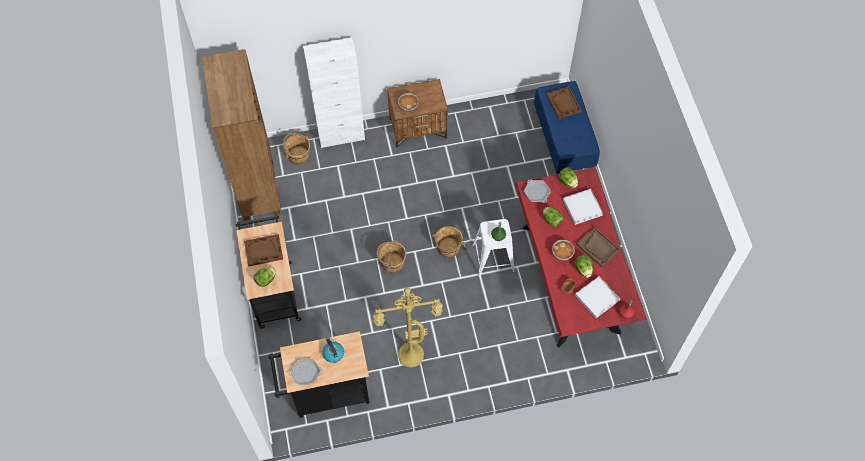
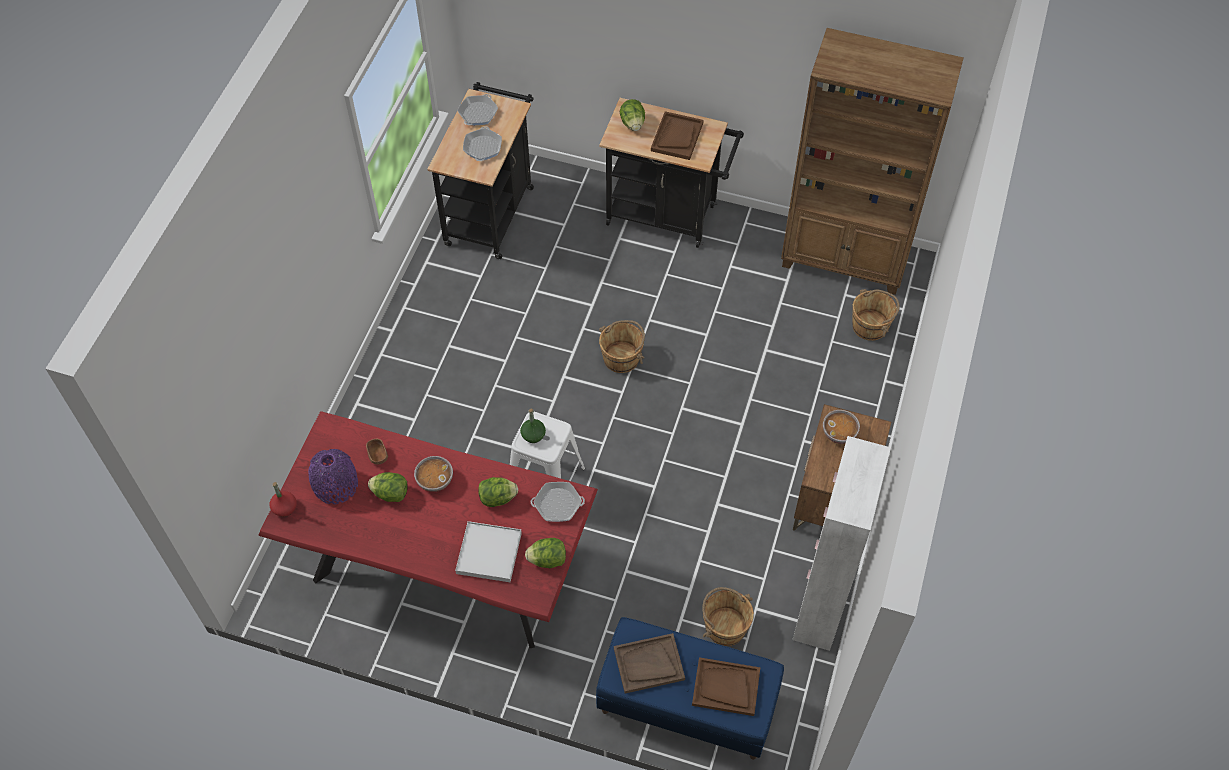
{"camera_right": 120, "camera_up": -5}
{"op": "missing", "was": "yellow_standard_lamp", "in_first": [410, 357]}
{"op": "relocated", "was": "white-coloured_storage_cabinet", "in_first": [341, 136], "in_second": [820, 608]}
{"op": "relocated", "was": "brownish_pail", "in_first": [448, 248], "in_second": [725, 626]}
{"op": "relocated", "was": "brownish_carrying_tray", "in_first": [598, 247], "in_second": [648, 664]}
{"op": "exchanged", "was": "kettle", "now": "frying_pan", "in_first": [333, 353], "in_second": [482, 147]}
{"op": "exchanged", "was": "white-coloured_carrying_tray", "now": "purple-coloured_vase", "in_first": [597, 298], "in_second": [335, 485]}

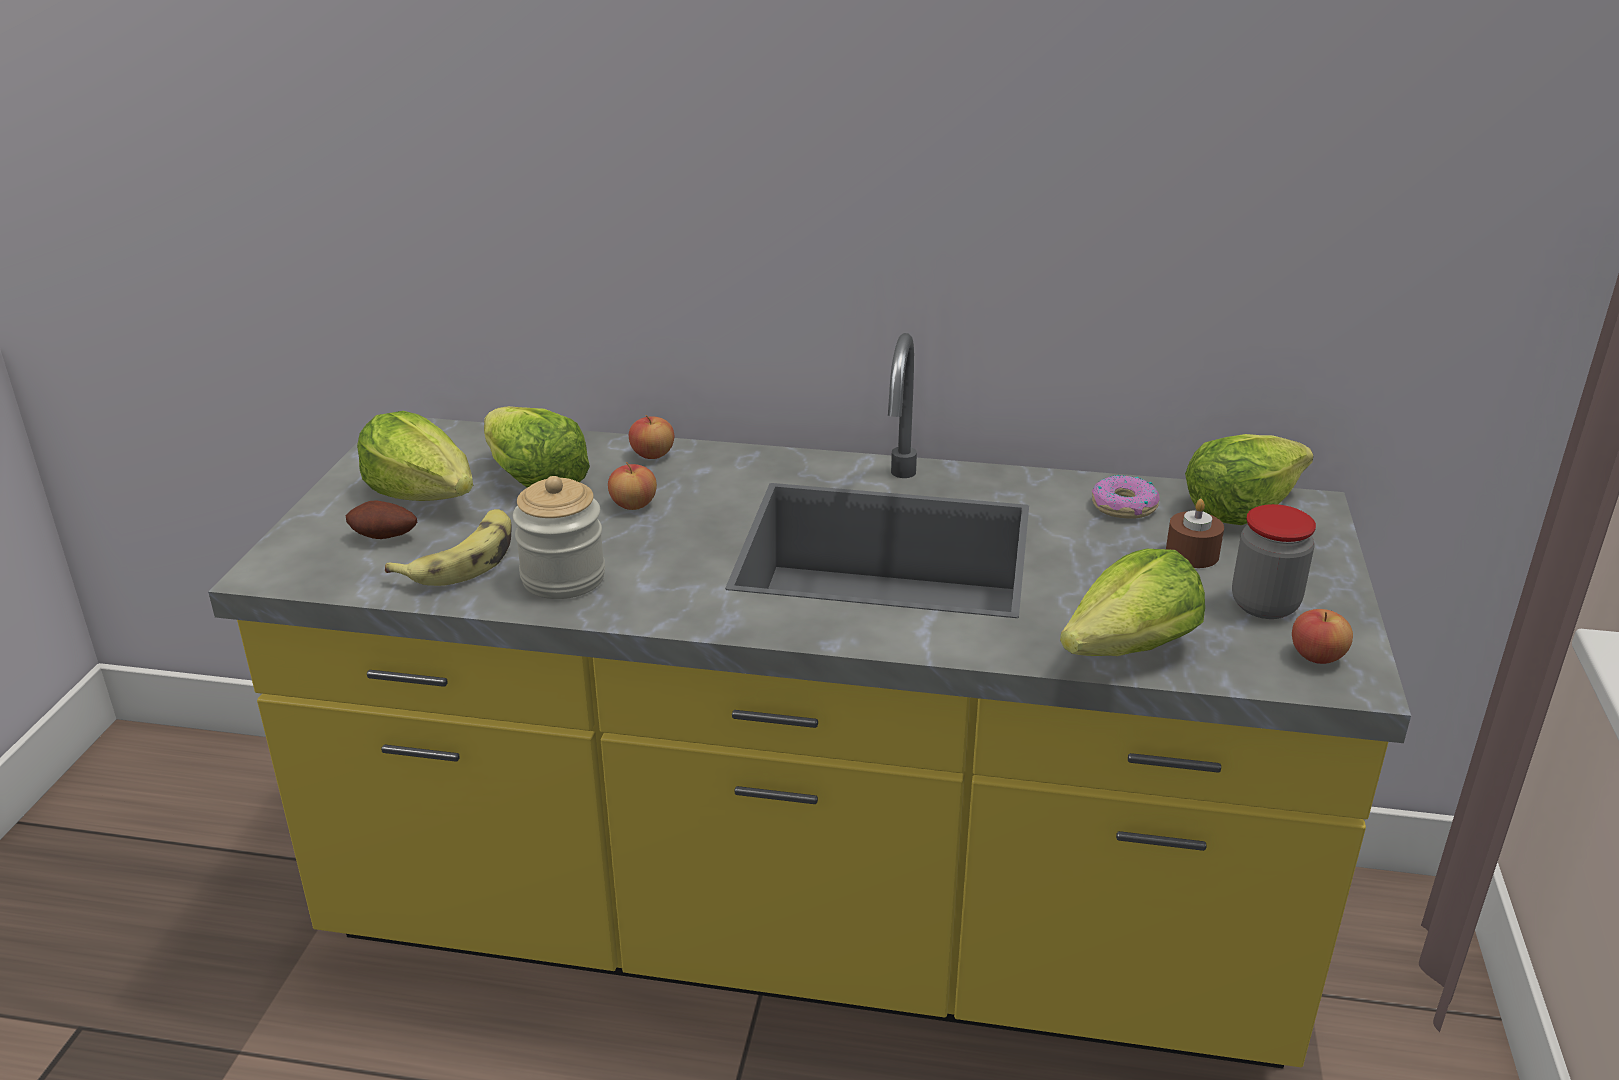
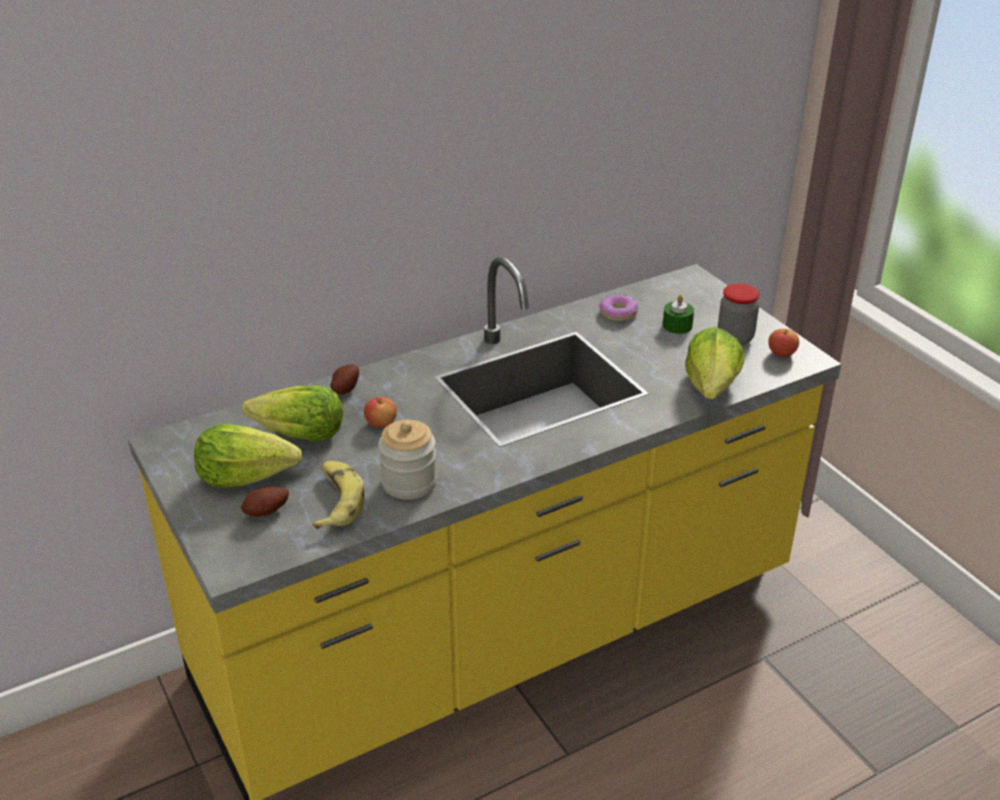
{"camera_right": -40, "camera_up": 5}
{"op": "missing", "was": "lettuce", "in_first": [1240, 507]}
{"op": "exchanged", "was": "whole_apple", "now": "spud", "in_first": [652, 454], "in_second": [344, 389]}
{"op": "colour", "was": "brownish_wax_light", "now": "green-coloured_wax_light", "in_first": [1192, 554], "in_second": [677, 325]}

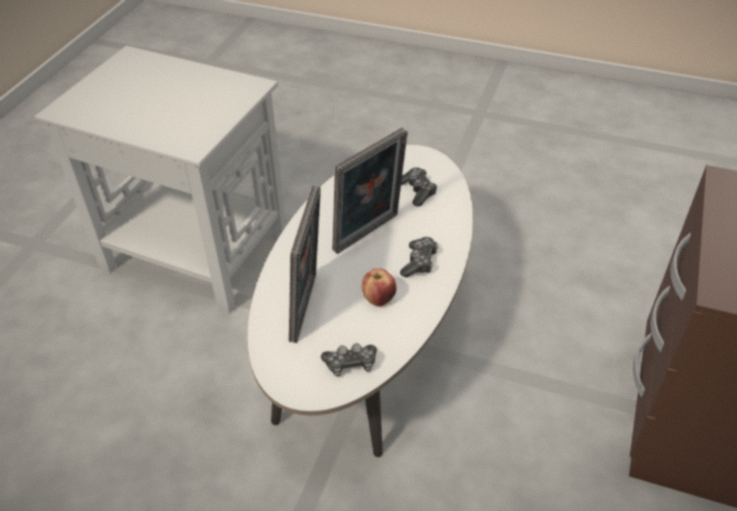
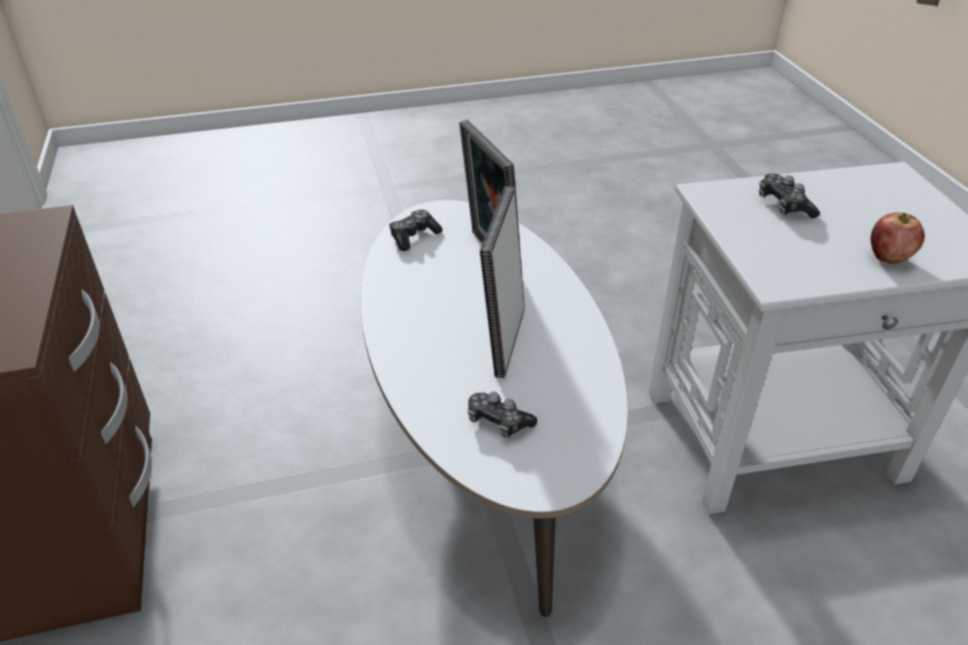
{"camera_right": 145, "camera_up": -5}
{"op": "relocated", "was": "whole_apple", "in_first": [379, 299], "in_second": [888, 258]}
{"op": "relocated", "was": "gamepad", "in_first": [419, 262], "in_second": [784, 205]}

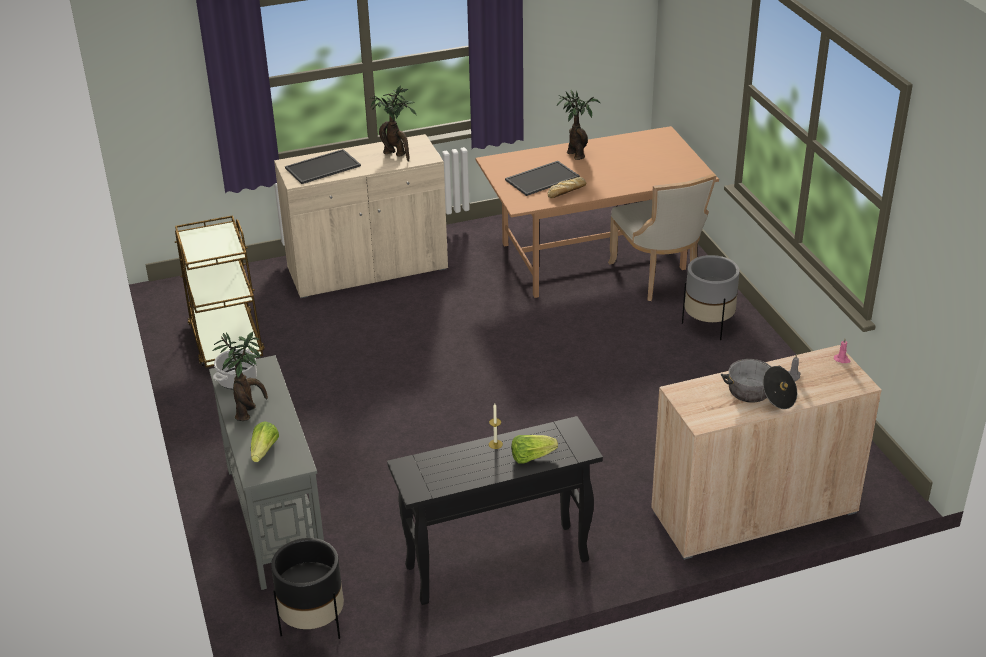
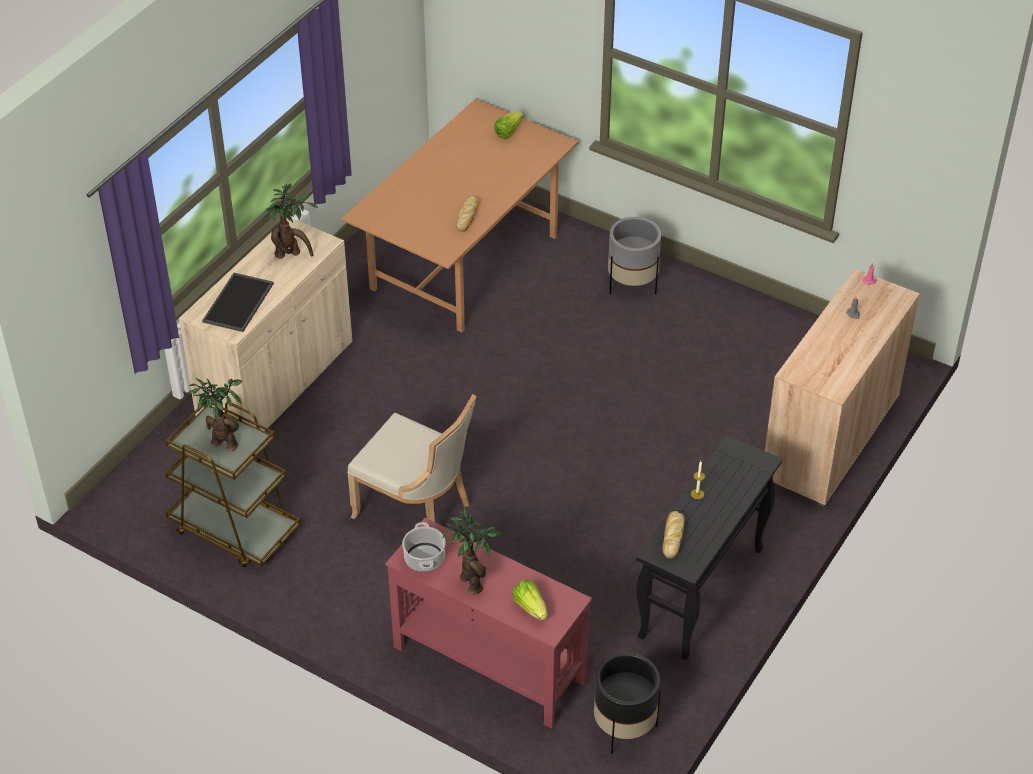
{"camera_right": -40, "camera_up": 10}
{"op": "missing", "was": "carrying_tray", "in_first": [542, 178]}
{"op": "missing", "was": "saucepot", "in_first": [759, 394]}
{"op": "appeared", "now": "bread", "in_second": [673, 536]}
{"op": "relocated", "was": "lettuce", "in_first": [531, 457], "in_second": [508, 132]}
{"op": "relocated", "was": "houseplant", "in_first": [575, 154], "in_second": [222, 442]}
{"op": "relocated", "was": "beige_plain_chair", "in_first": [658, 277], "in_second": [417, 509]}
{"op": "colour", "was": "greyish_narrow_table", "now": "red-coloured_narrow_table", "in_first": [276, 517], "in_second": [488, 663]}

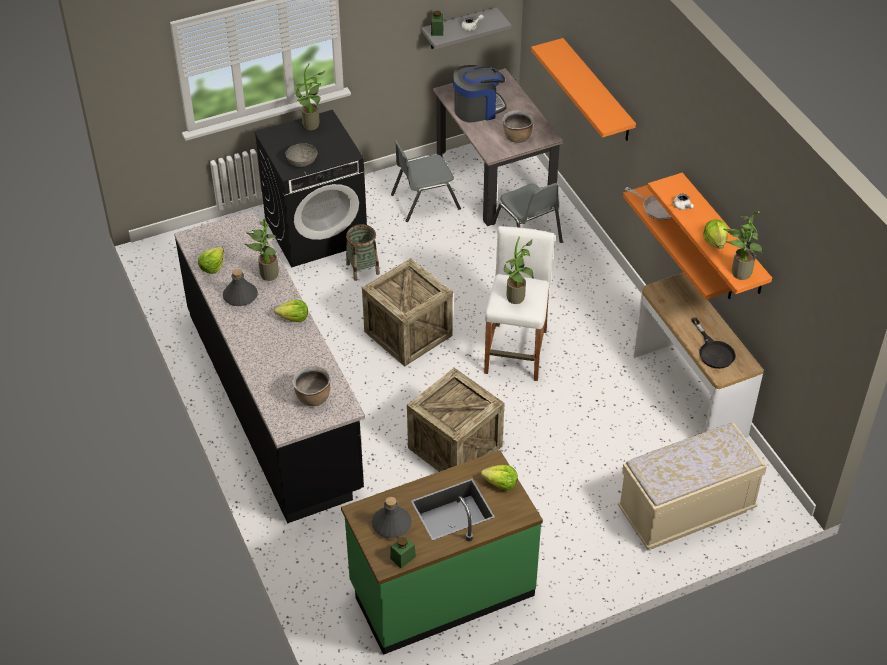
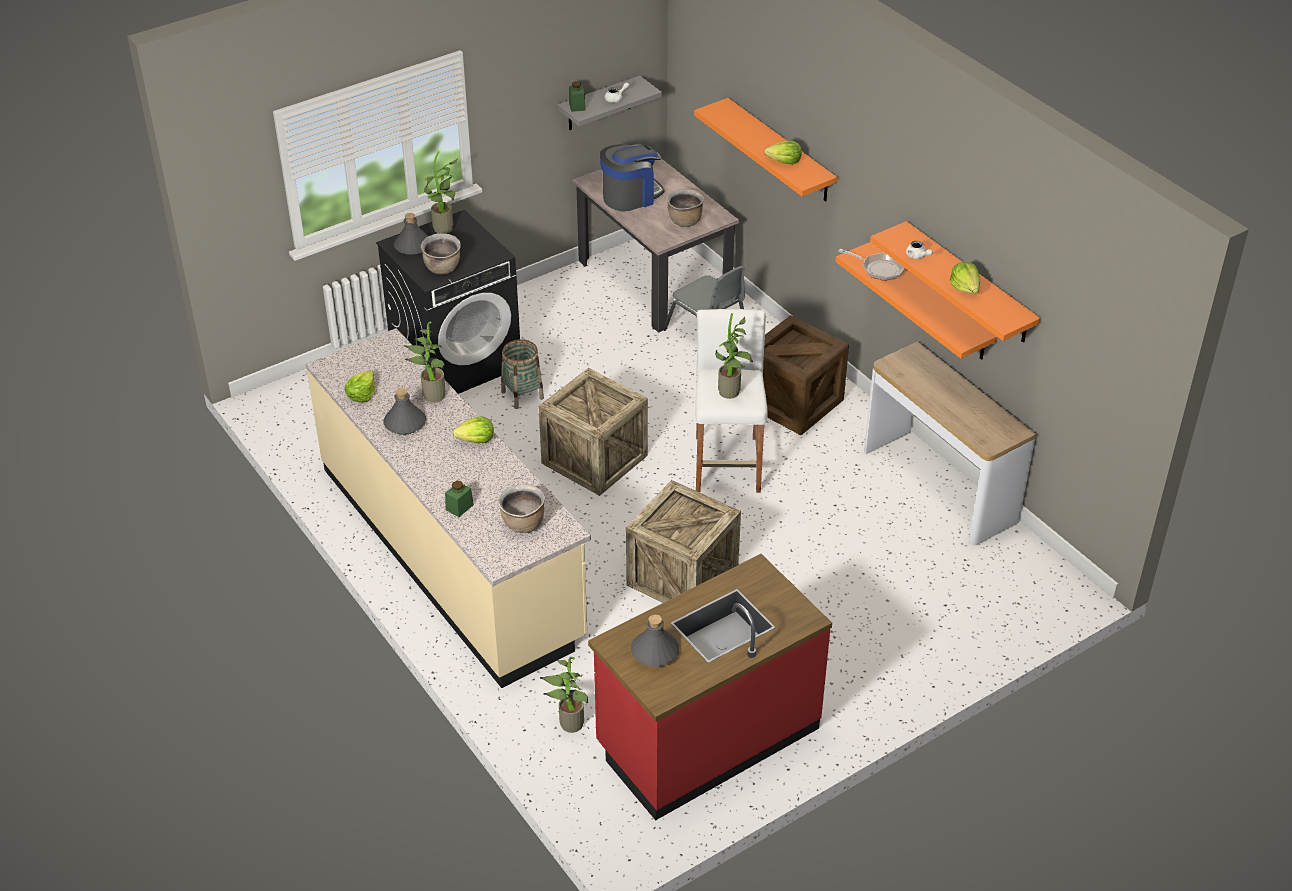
{"camera_right": -10, "camera_up": -5}
{"op": "missing", "was": "greyish_plain_chair", "in_first": [424, 201]}
{"op": "missing", "was": "beige_bench", "in_first": [686, 511]}
{"op": "missing", "was": "black-coloured_frying_pan", "in_first": [713, 351]}
{"op": "appeared", "now": "greyish_drink_bottle", "in_second": [413, 246]}
{"op": "appeared", "now": "crate", "in_second": [793, 402]}
{"op": "relocated", "was": "green-coloured_preserve_jar", "in_first": [403, 557], "in_second": [459, 507]}
{"op": "relocated", "was": "lettuce", "in_first": [500, 484], "in_second": [784, 161]}
{"op": "relocated", "was": "houseplant", "in_first": [738, 273], "in_second": [568, 724]}
{"op": "exchanged", "was": "greyish_bowl", "now": "brownish_saucepot", "in_first": [302, 161], "in_second": [443, 268]}
{"op": "colour", "was": "black-coloured_kitchen_counter", "now": "beige_kitchen_counter", "in_first": [274, 400], "in_second": [451, 552]}
{"op": "colour", "was": "green-coloured_kitchen_counter", "now": "red-coloured_kitchen_counter", "in_first": [441, 590], "in_second": [707, 737]}

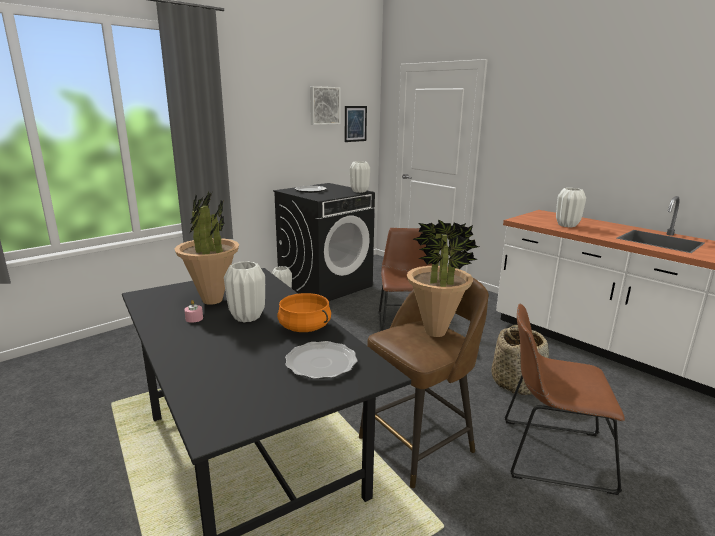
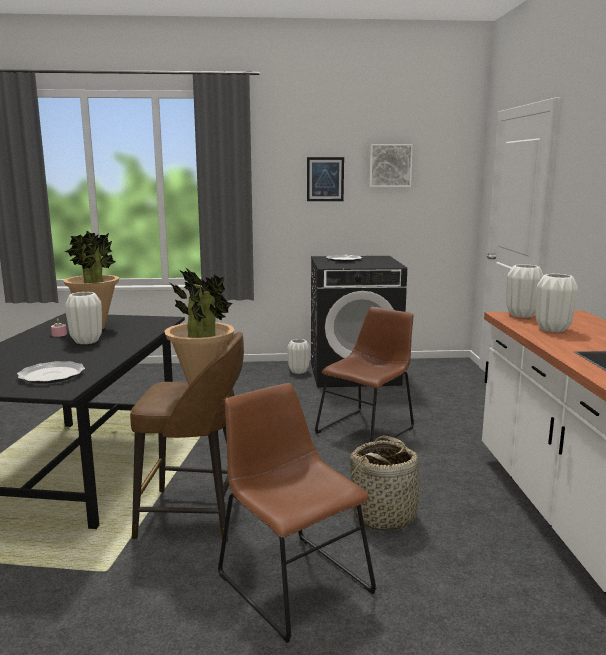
{"camera_right": 40, "camera_up": -5}
{"op": "missing", "was": "orangey_saucepot", "in_first": [305, 327]}
{"op": "relocated", "was": "wall_picture", "in_first": [355, 123], "in_second": [325, 179]}
{"op": "relocated", "was": "white-coloured_vase", "in_first": [359, 191], "in_second": [522, 315]}

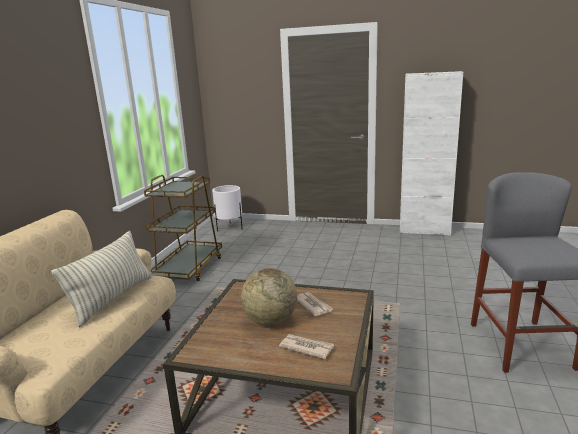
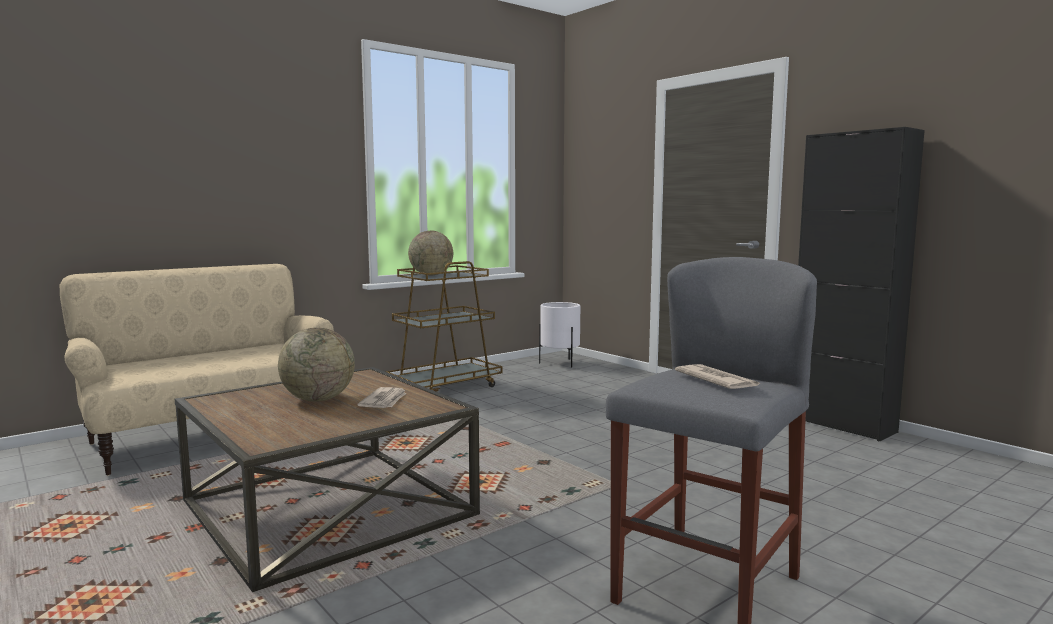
{"camera_right": 35, "camera_up": -10}
{"op": "missing", "was": "cushion", "in_first": [113, 299]}
{"op": "appeared", "now": "desk_globe", "in_second": [431, 275]}
{"op": "relocated", "was": "printed_paper", "in_first": [306, 347], "in_second": [716, 381]}
{"op": "colour", "was": "white-coloured_storage_cabinet", "now": "black-coloured_storage_cabinet", "in_first": [424, 230], "in_second": [841, 425]}

